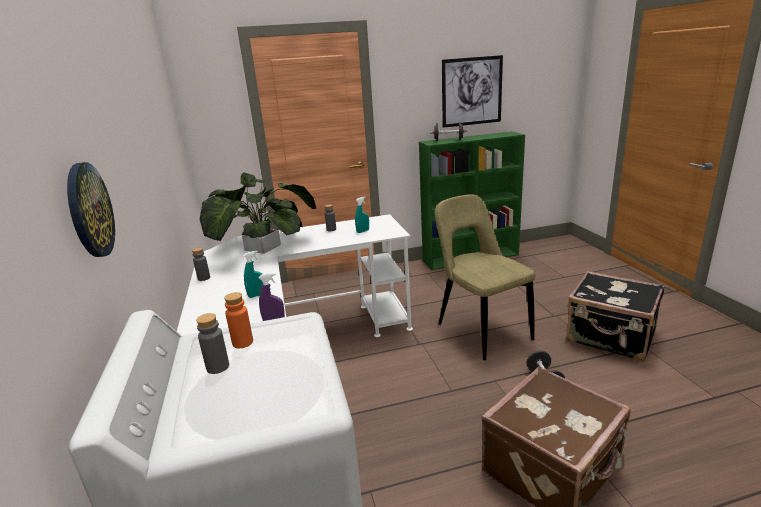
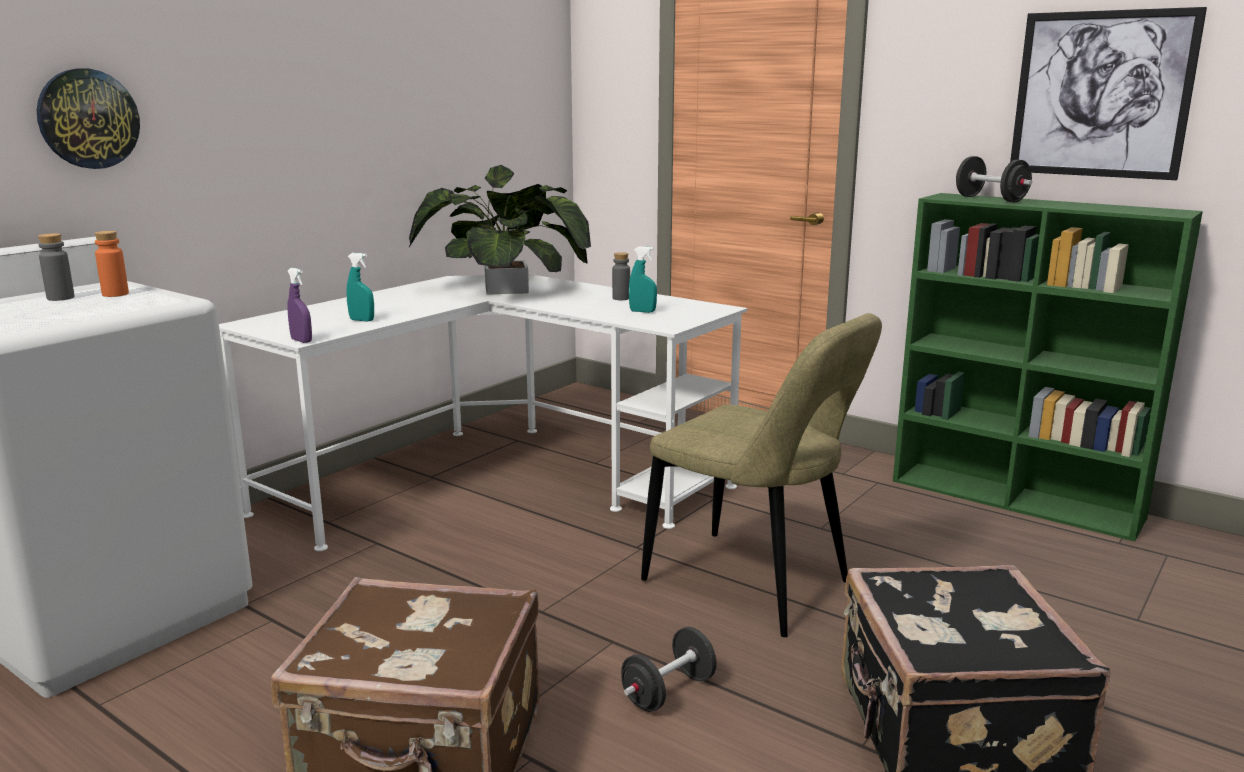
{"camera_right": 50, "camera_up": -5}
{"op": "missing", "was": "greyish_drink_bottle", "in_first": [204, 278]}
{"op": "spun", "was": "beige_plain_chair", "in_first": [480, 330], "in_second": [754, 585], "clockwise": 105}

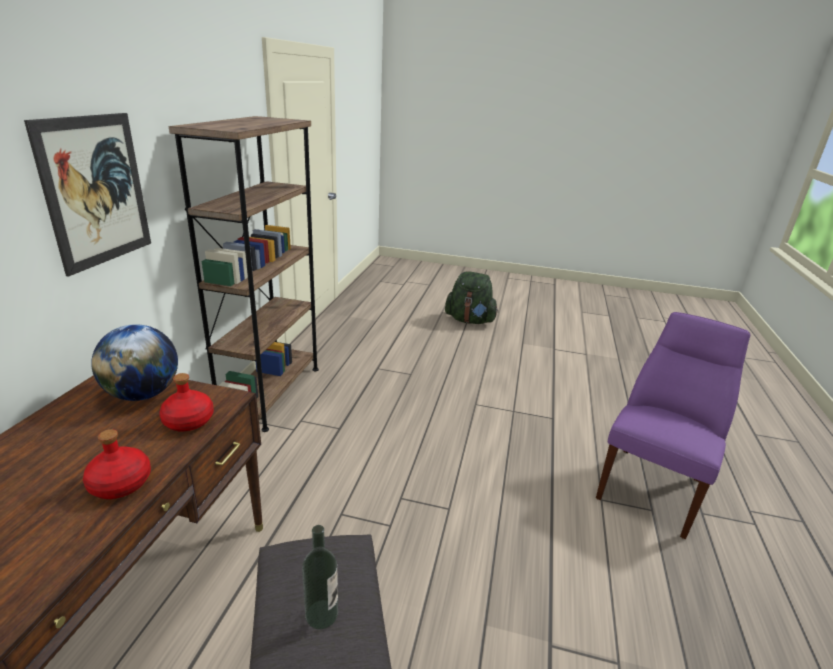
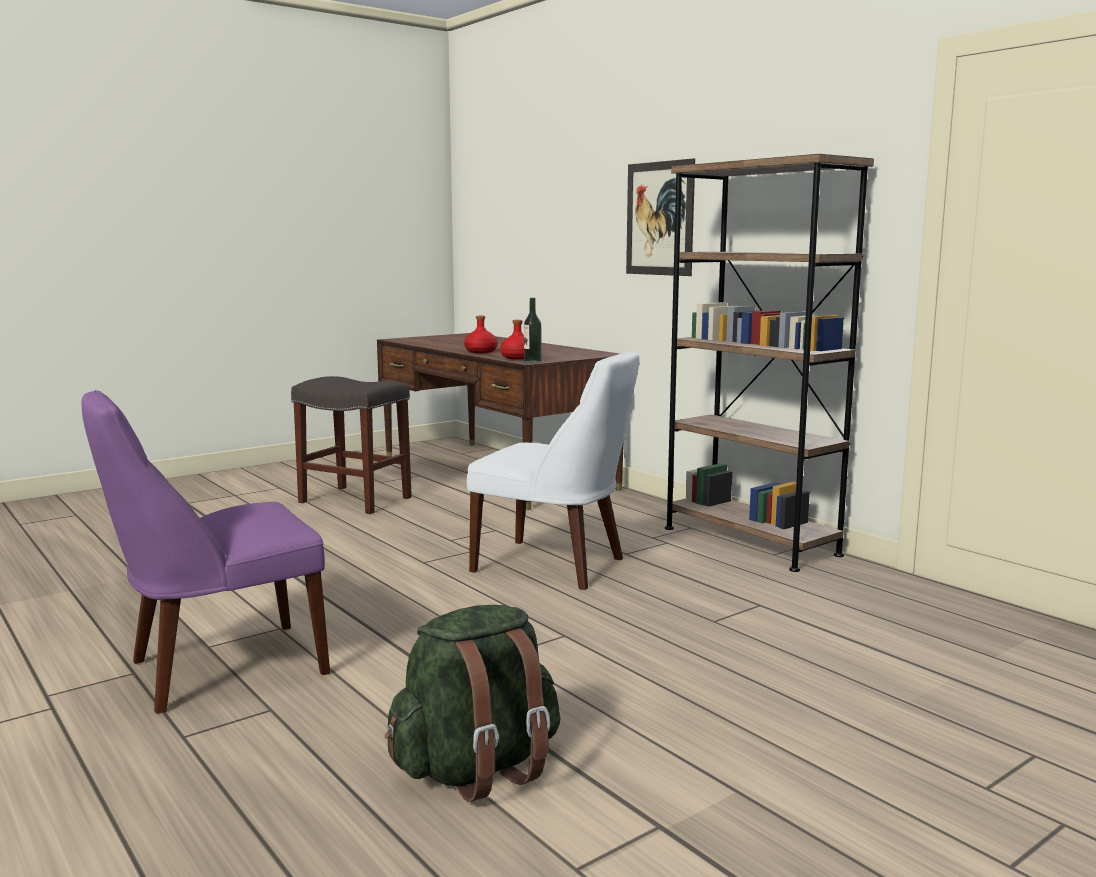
{"camera_right": 130, "camera_up": -15}
{"op": "missing", "was": "desk_globe", "in_first": [143, 394]}
{"op": "appeared", "now": "white-coloured_plain_chair", "in_second": [555, 566]}
{"op": "relocated", "was": "drink_bottle", "in_first": [321, 614], "in_second": [532, 362]}
{"op": "relocated", "was": "green-coloured_rucksack", "in_first": [470, 320], "in_second": [477, 768]}
{"op": "spun", "was": "purple-coloured_plain_chair", "in_first": [652, 486], "in_second": [218, 669], "clockwise": 75}

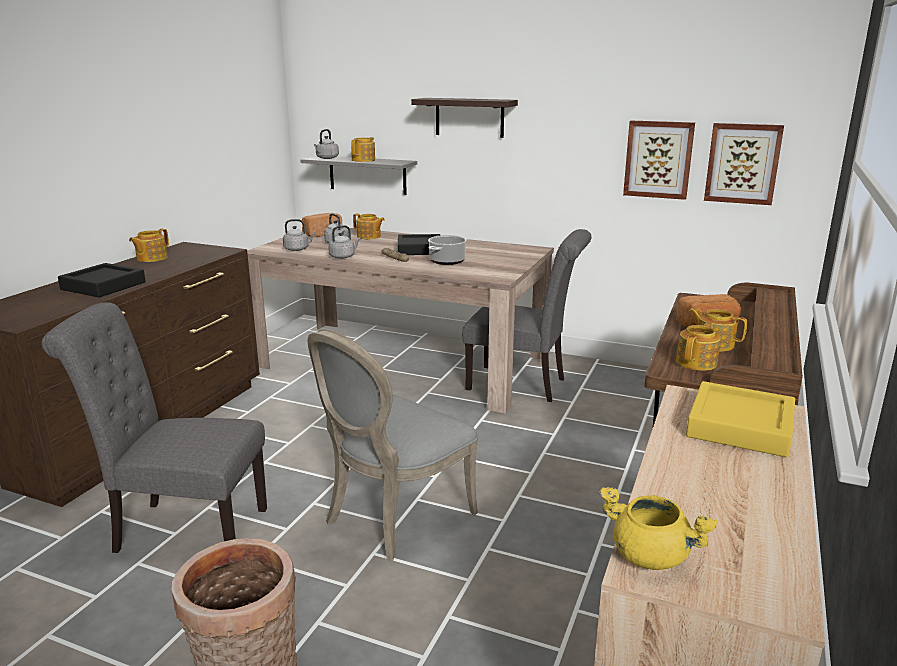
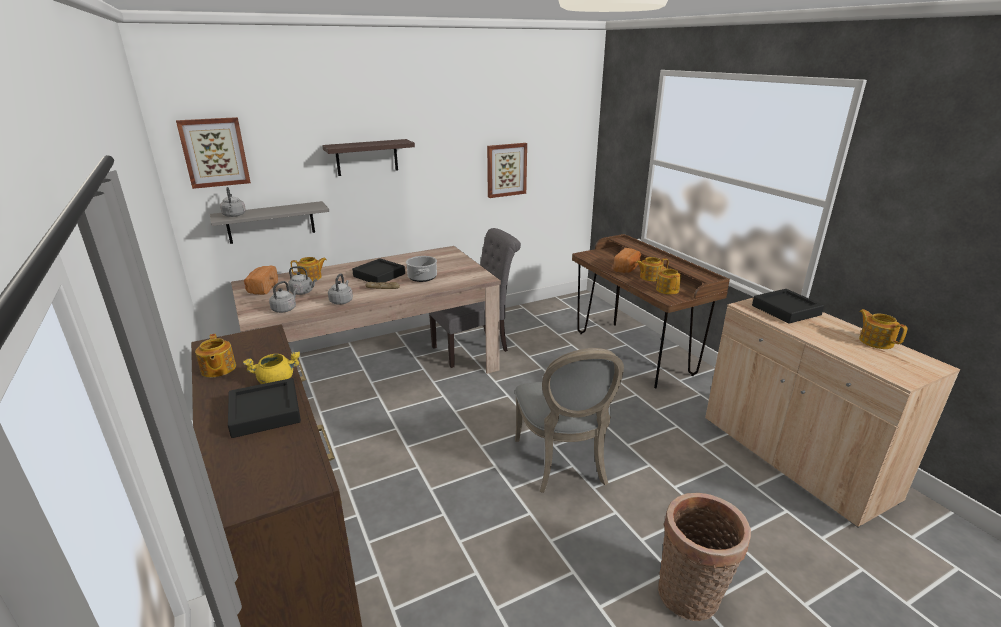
{"camera_right": -50, "camera_up": 5}
{"op": "missing", "was": "greyish_plain_chair", "in_first": [182, 529]}
{"op": "relocated", "was": "tea_pot", "in_first": [364, 160], "in_second": [875, 341]}
{"op": "relocated", "was": "yellow_saucepot", "in_first": [651, 556], "in_second": [276, 381]}
{"op": "relocated", "was": "wall_picture", "in_first": [742, 163], "in_second": [214, 152]}
{"op": "colour", "was": "yellow_carrying_tray", "now": "black-coloured_carrying_tray", "in_first": [740, 426], "in_second": [786, 310]}

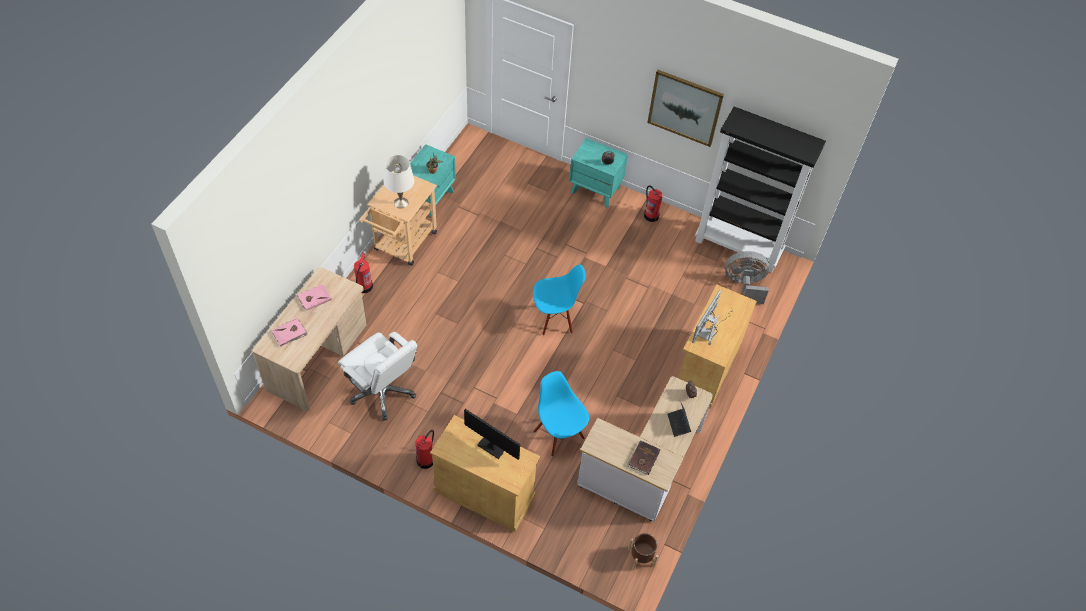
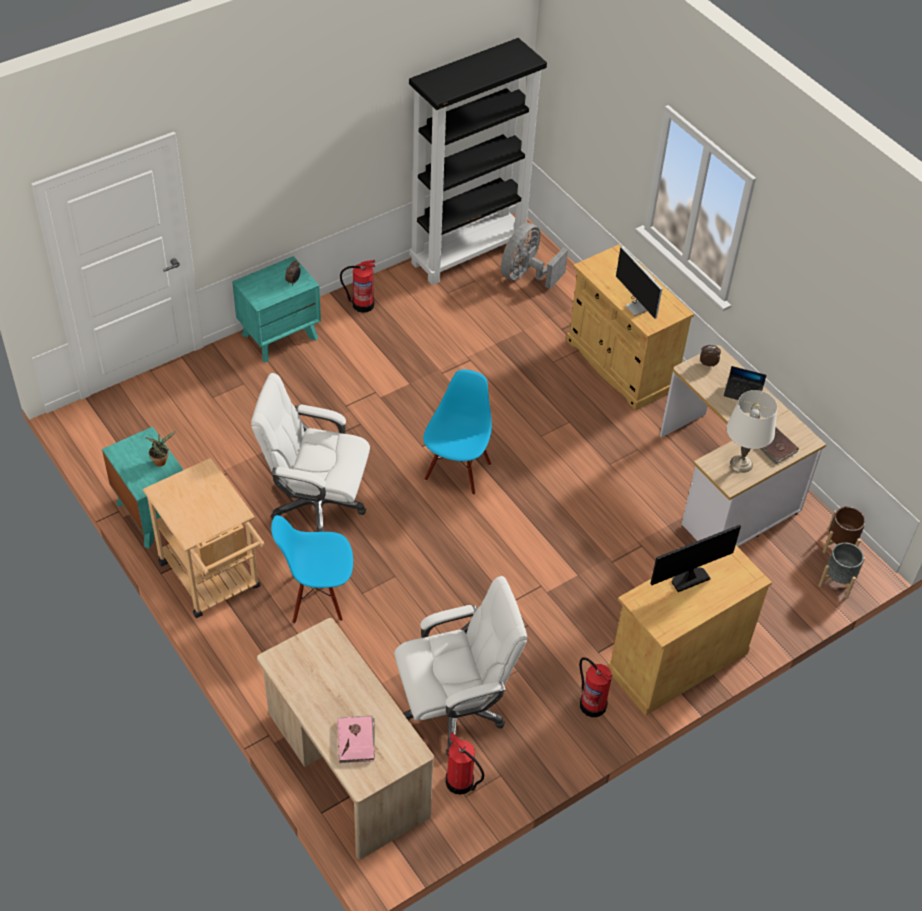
{"camera_right": -60, "camera_up": -5}
{"op": "missing", "was": "pink-coloured_volume", "in_first": [314, 298]}
{"op": "missing", "was": "wall_picture", "in_first": [685, 107]}
{"op": "appeared", "now": "white-coloured_office_chair", "in_second": [316, 504]}
{"op": "appeared", "now": "greyish_planter", "in_second": [837, 581]}
{"op": "relocated", "was": "extinguisher", "in_first": [364, 287], "in_second": [460, 782]}
{"op": "relocated", "was": "white-coloured_tabletop_lamp", "in_first": [401, 202], "in_second": [741, 463]}
{"op": "relocated", "was": "blue_plain_chair", "in_first": [559, 434], "in_second": [317, 597]}

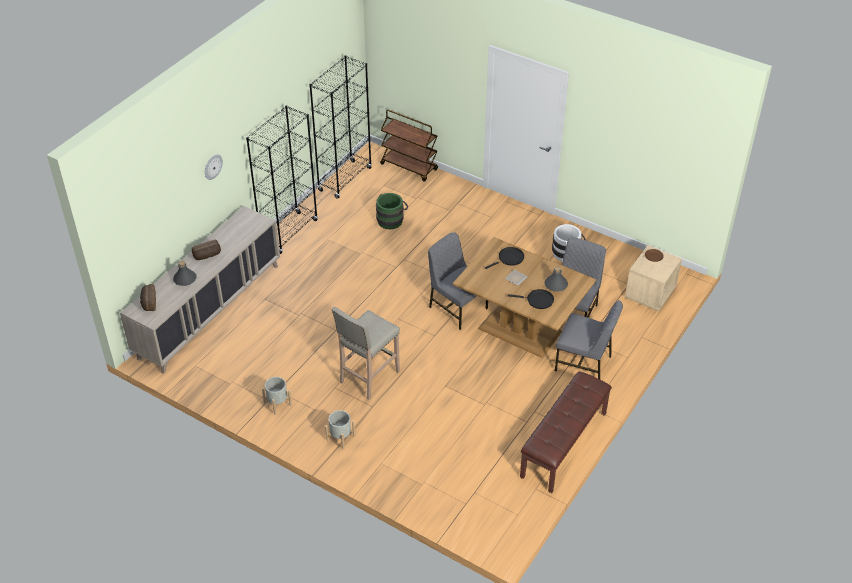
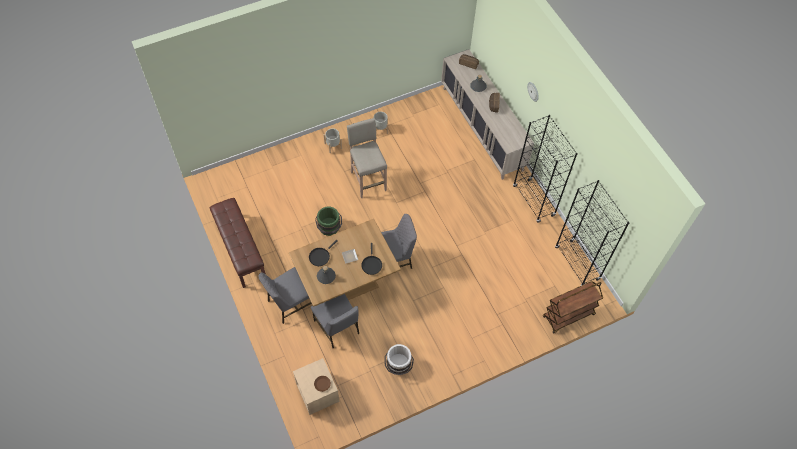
{"camera_right": 120, "camera_up": 15}
{"op": "relocated", "was": "green-coloured_pail", "in_first": [392, 220], "in_second": [329, 228]}

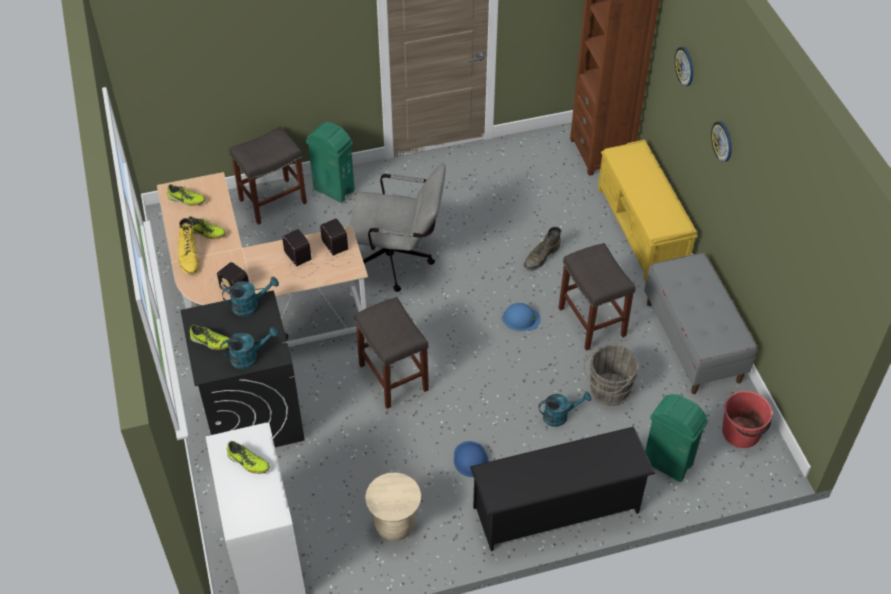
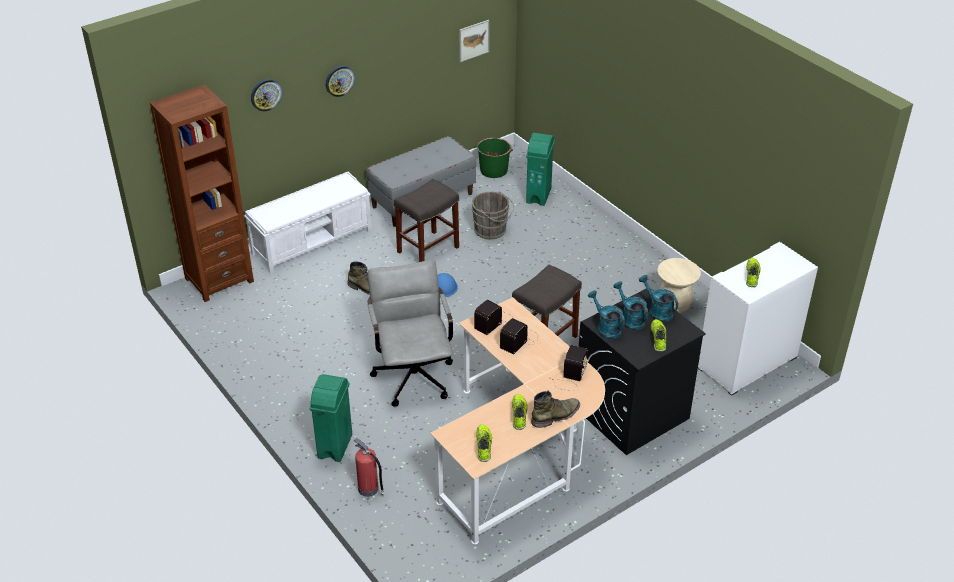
{"camera_right": -110, "camera_up": -10}
{"op": "missing", "was": "blue_work_helmet", "in_first": [470, 459]}
{"op": "missing", "was": "black-coloured_shoe_stand", "in_first": [557, 510]}
{"op": "appeared", "now": "wall_picture", "in_second": [473, 40]}
{"op": "relocated", "was": "turquoise-coloured_watering_pot", "in_first": [560, 416], "in_second": [630, 319]}
{"op": "exchanged", "was": "greyish_stool_seat", "now": "extinguisher", "in_first": [273, 200], "in_second": [369, 489]}
{"op": "colour", "was": "yellow_boot", "now": "green-coloured_boot", "in_first": [189, 256], "in_second": [556, 415]}
{"op": "colour", "was": "yellow_bench", "now": "white-coloured_bench", "in_first": [641, 230], "in_second": [312, 241]}
{"op": "colour", "was": "red-coloured_pail", "now": "green-coloured_pail", "in_first": [741, 433], "in_second": [493, 170]}

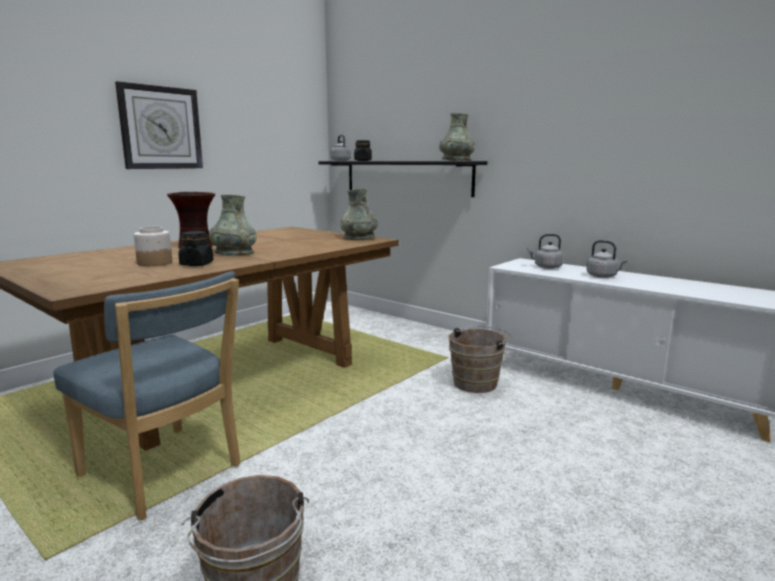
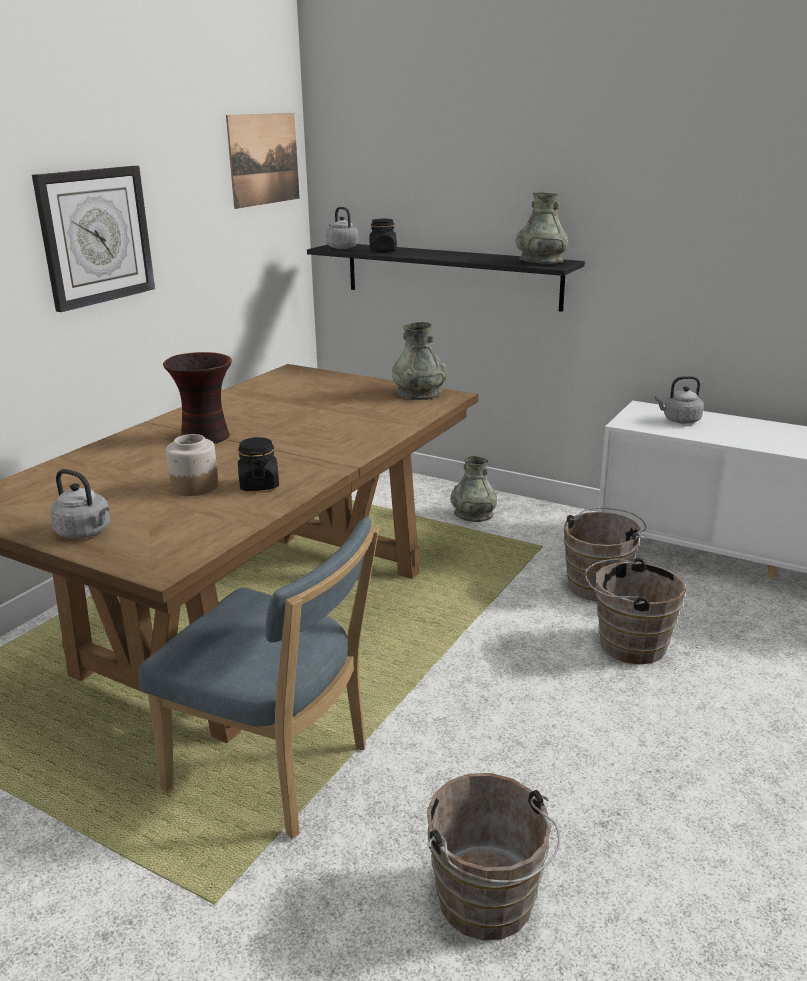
{"camera_right": -10, "camera_up": 10}
{"op": "appeared", "now": "wall_picture", "in_second": [264, 159]}
{"op": "appeared", "now": "brownish_pail", "in_second": [626, 644]}
{"op": "relocated", "was": "greyish_vase", "in_first": [234, 253], "in_second": [473, 515]}
{"op": "relocated", "was": "greyish_kettle", "in_first": [603, 276], "in_second": [86, 532]}

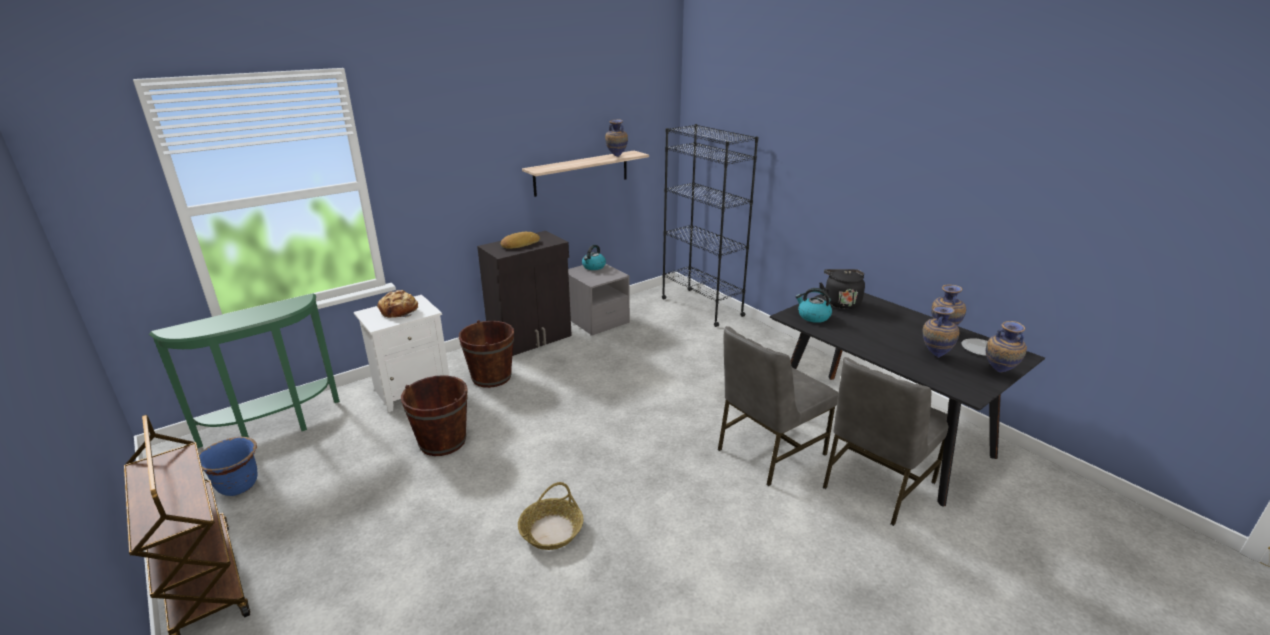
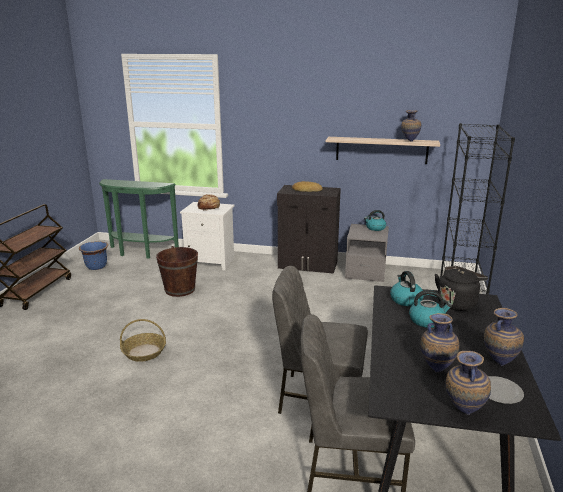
{"camera_right": 50, "camera_up": -5}
{"op": "missing", "was": "brownish_pail", "in_first": [491, 377]}
{"op": "appeared", "now": "kettle", "in_second": [427, 320]}

